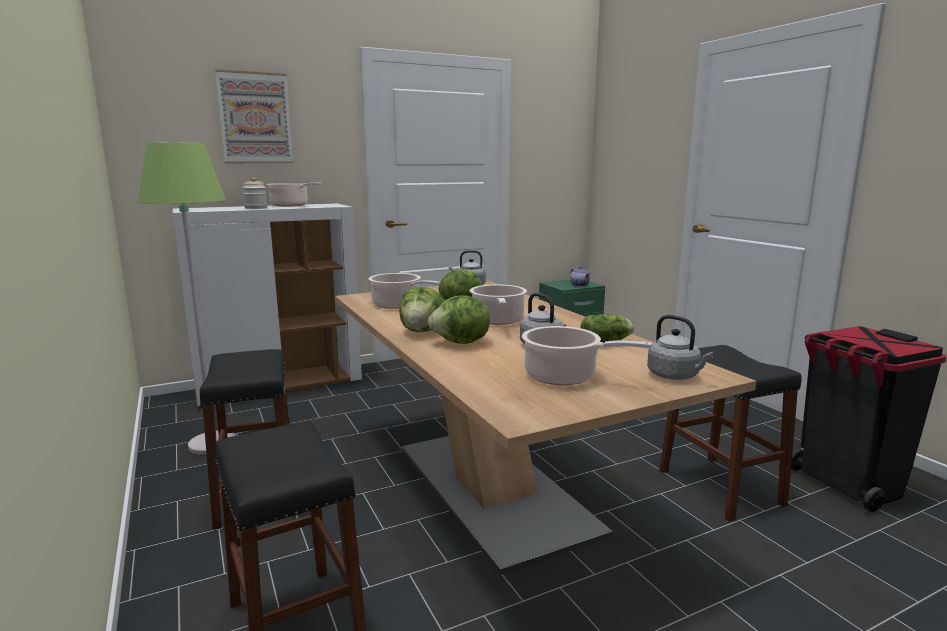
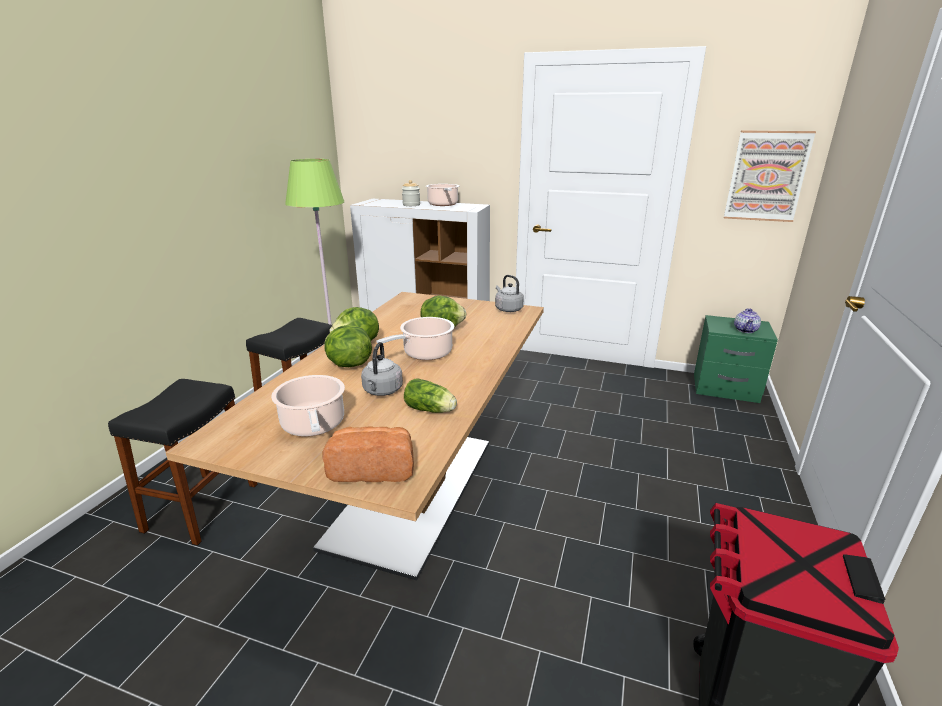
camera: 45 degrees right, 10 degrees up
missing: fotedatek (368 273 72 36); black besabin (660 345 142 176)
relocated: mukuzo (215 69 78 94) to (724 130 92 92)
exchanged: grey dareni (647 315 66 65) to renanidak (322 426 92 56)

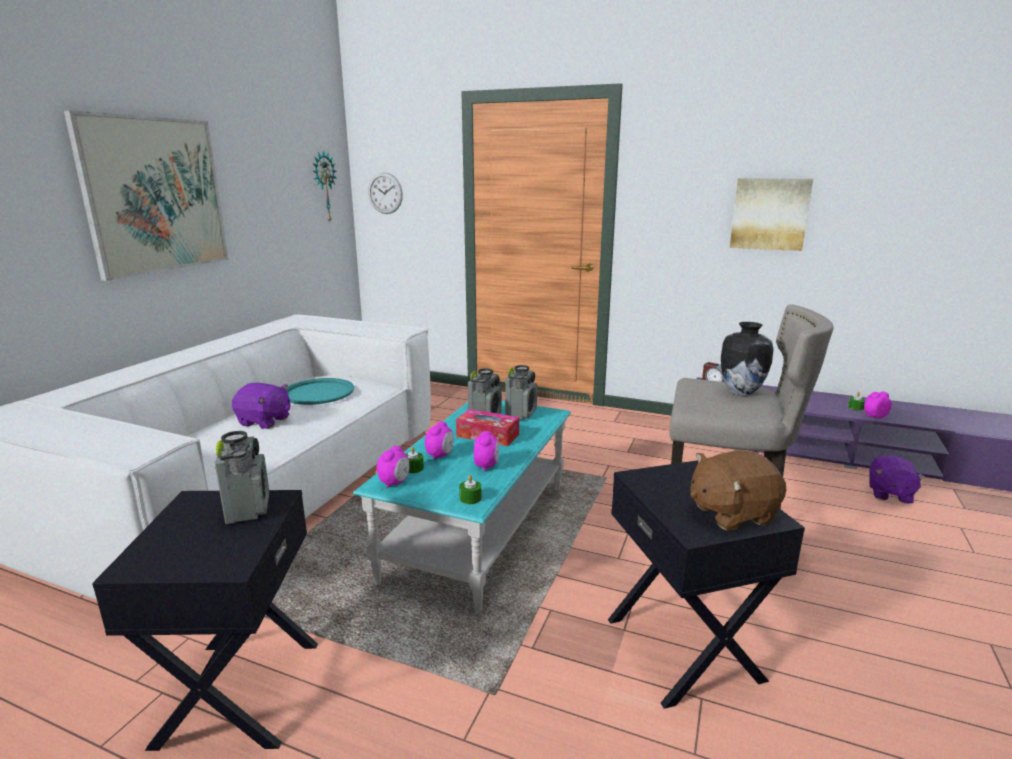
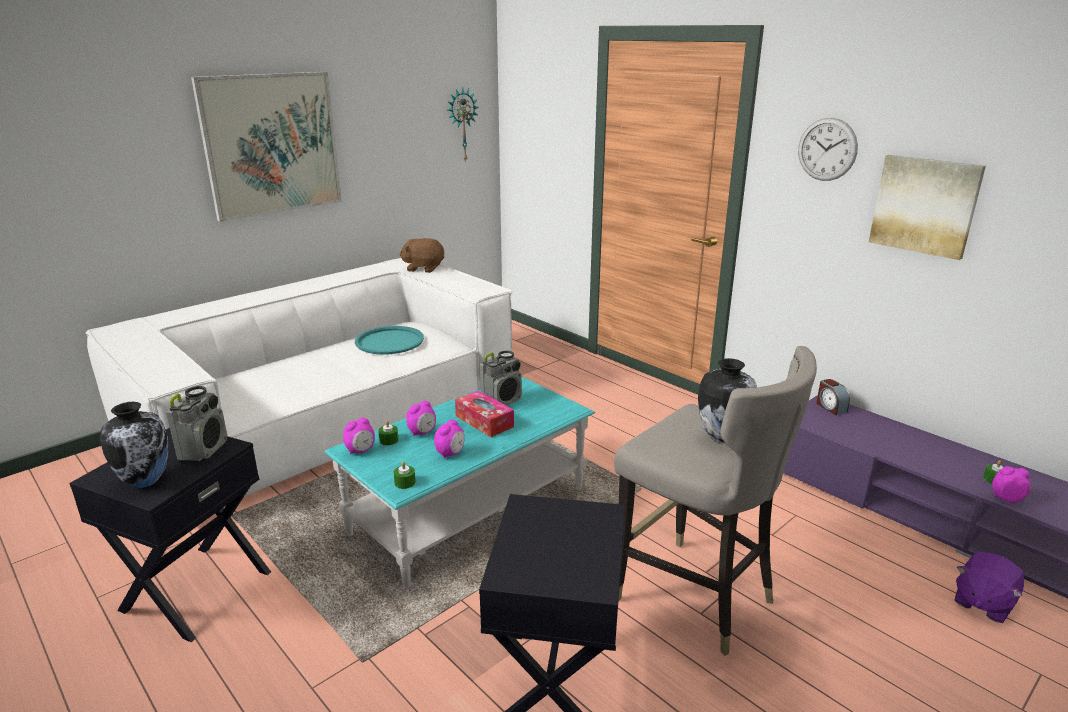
camera: 25 degrees right, 5 degrees up
missing: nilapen (505 365 32 55); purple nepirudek (232 383 59 46)
appeared: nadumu (100 402 68 86)
relocated: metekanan (368 172 35 42) to (798 117 60 64); brown nepirudek (690 451 96 80) to (399 238 45 35)

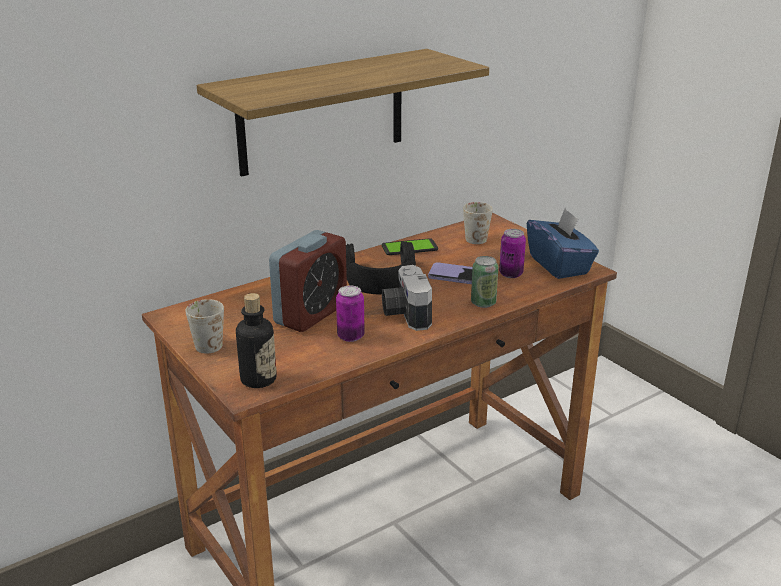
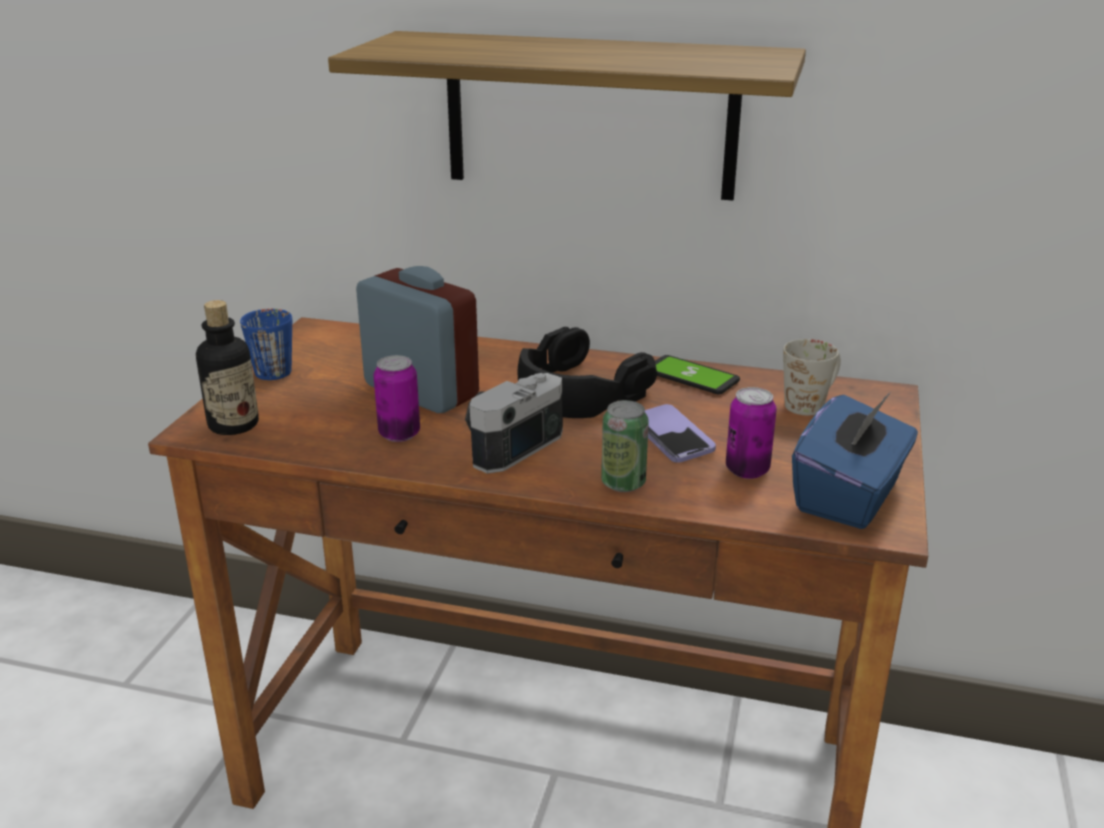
camera: 50 degrees right, 0 degrees up
colour: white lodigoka (185 299 39 55) to blue lodigoka (240 309 52 71)
spun: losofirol (269 230 78 102) = (356 266 123 147) 135 degrees counterclockwise

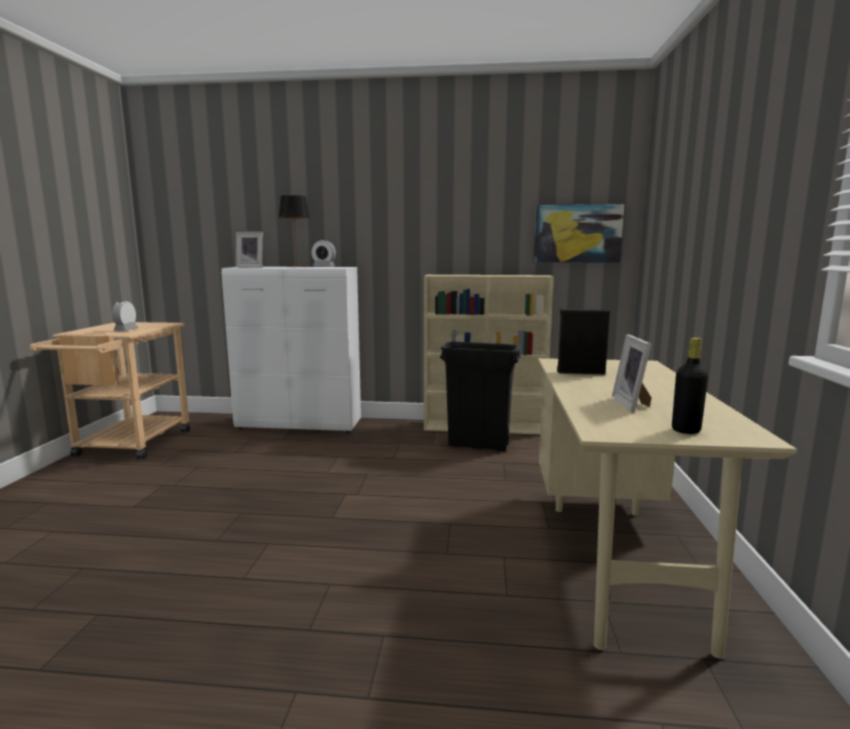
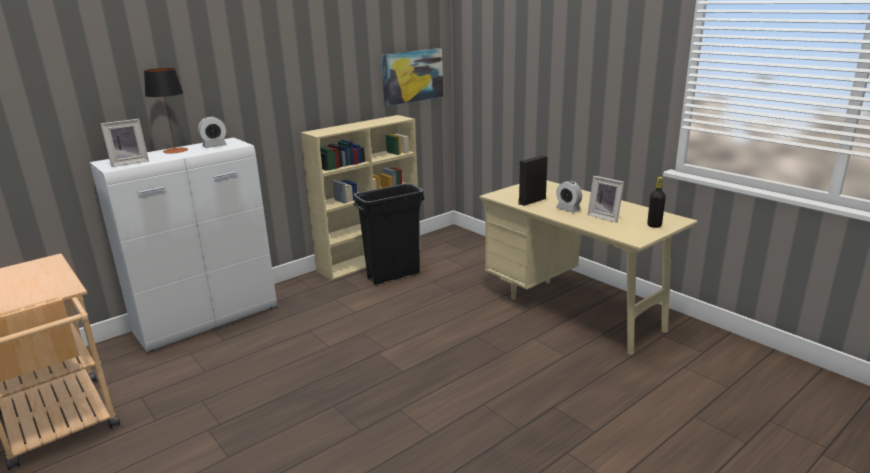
camera: 45 degrees left, 10 degrees up
relocated: losofirol (112 301 26 30) to (556 181 26 32)

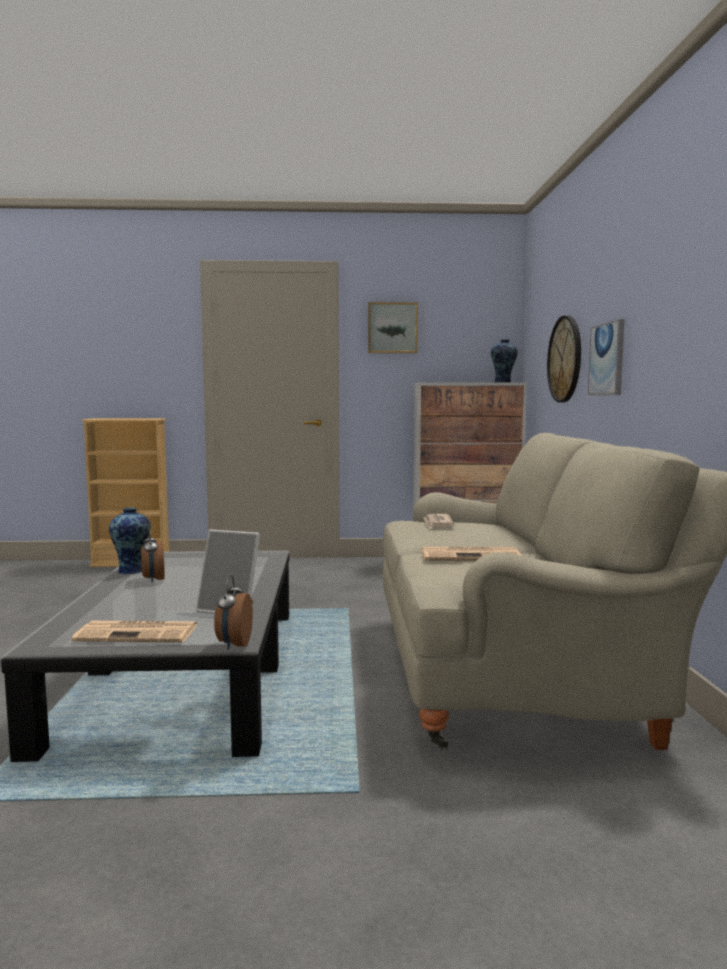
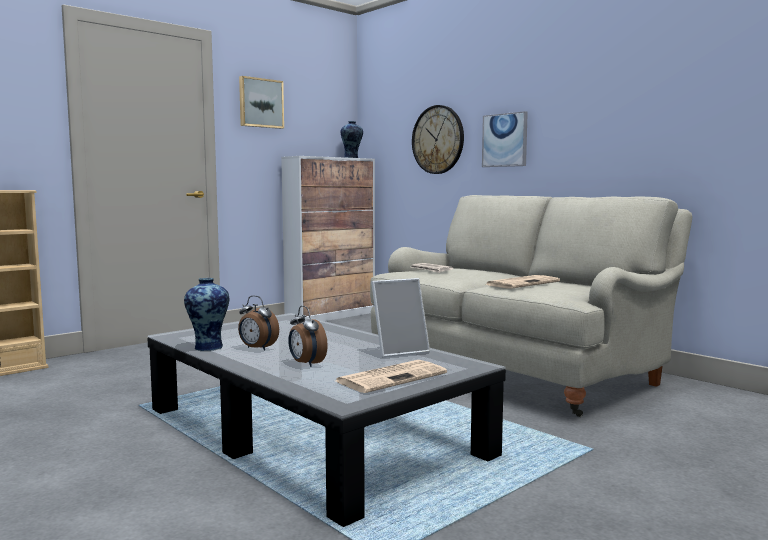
camera: 40 degrees left, 0 degrees up
relocated: losofirol (214 575 39 75) to (288 306 40 61)

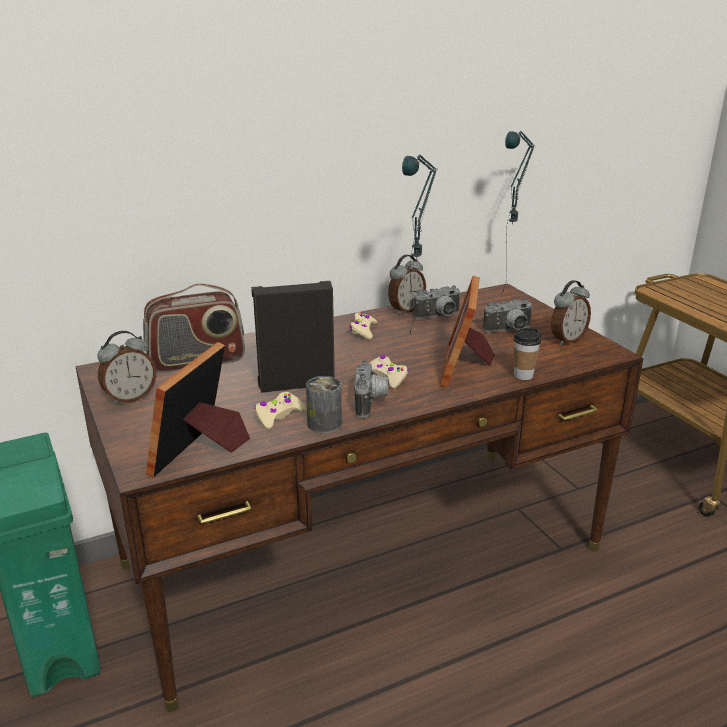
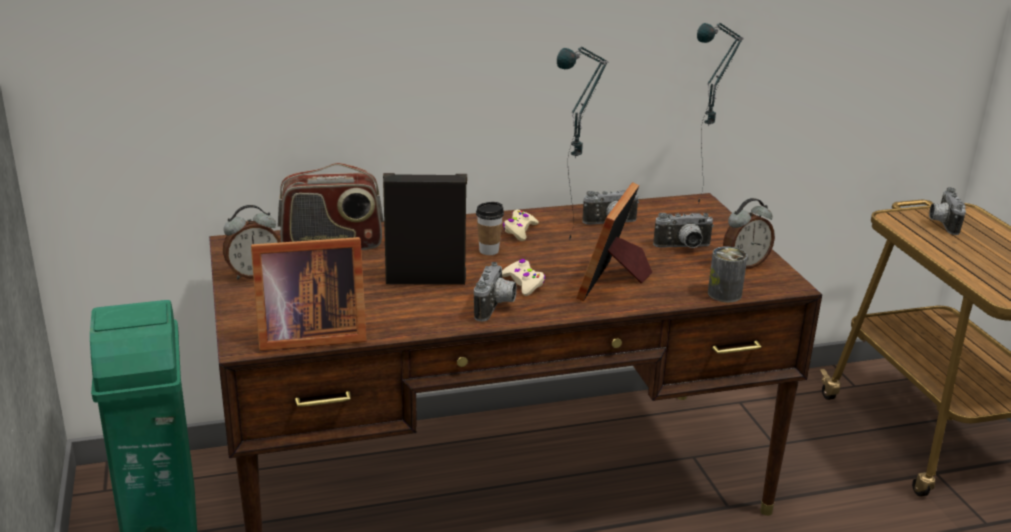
camera: 10 degrees right, 0 degrees up
missing: losofirol (388 255 38 60); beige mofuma (254 392 53 37)
appeared: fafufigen (929 187 37 48)
relocated: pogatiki (513 328 28 52) to (476 202 28 53); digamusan (306 376 36 58) to (708 247 39 55)
spun: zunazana (146 342 104 136) = (251 237 116 114) 135 degrees counterclockwise

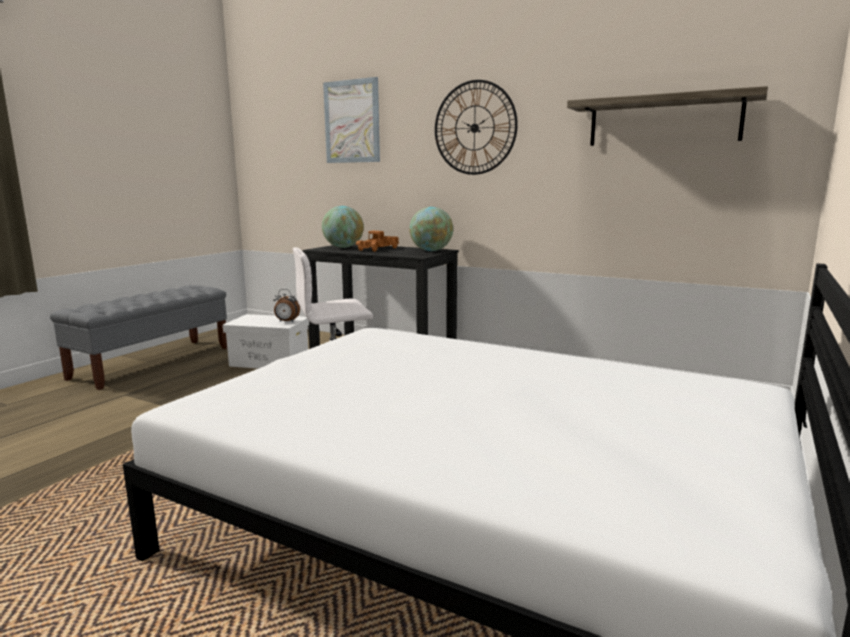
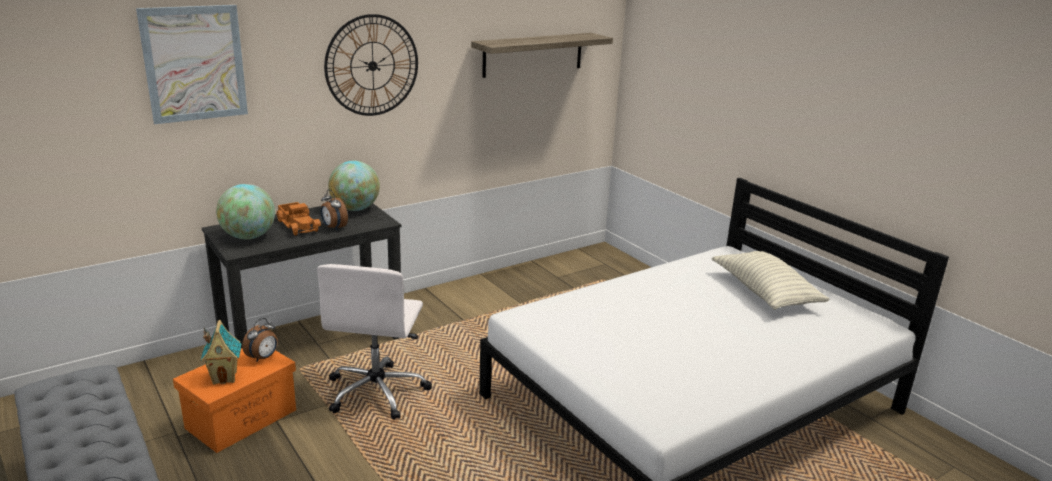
camera: 65 degrees left, 10 degrees up
appeared: losofirol (321 189 27 42); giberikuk (712 251 118 59); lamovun (201 320 41 65)
colour: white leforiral (223 314 86 55) to orange leforiral (173 348 123 105)

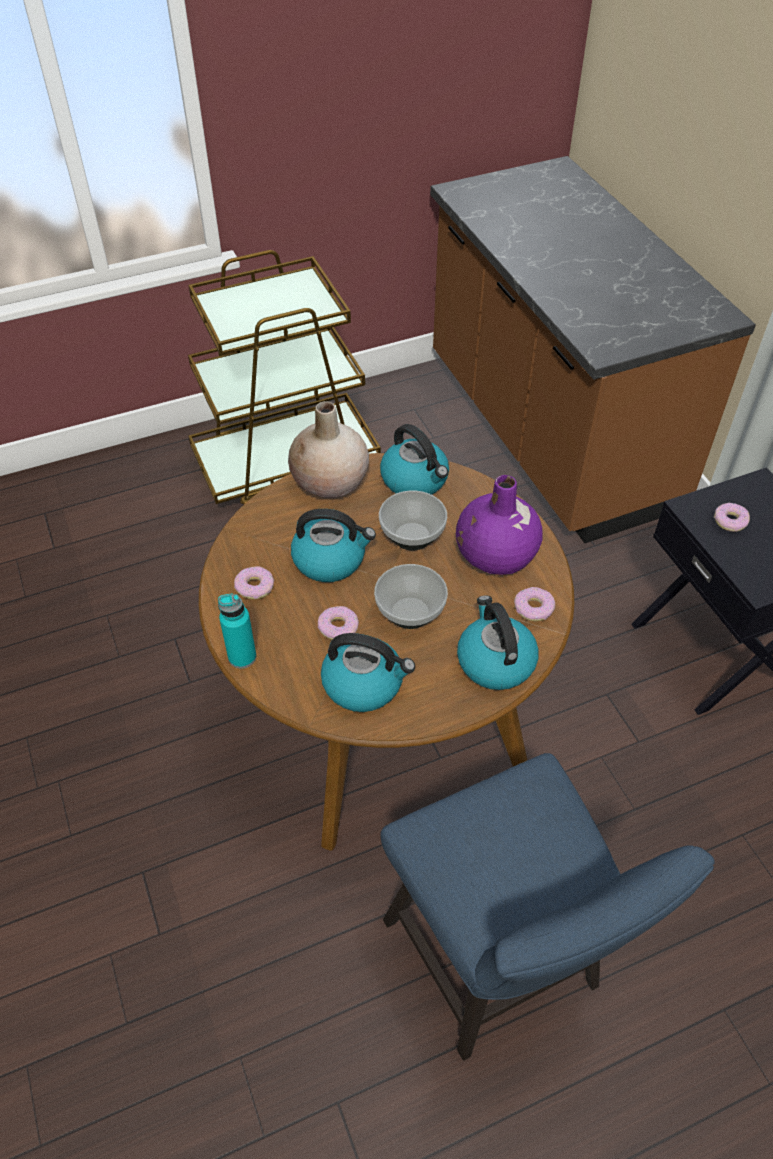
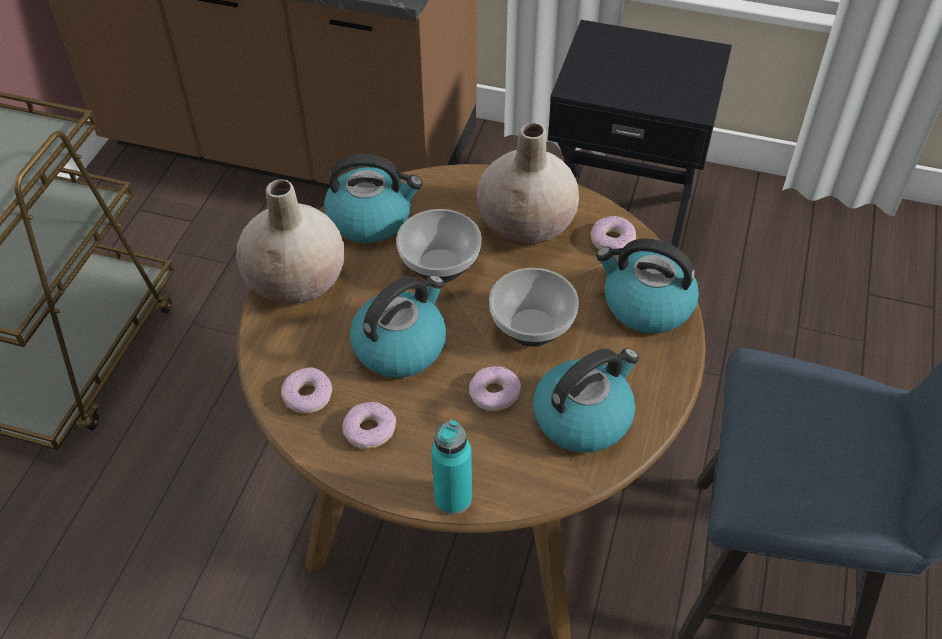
camera: 50 degrees left, 0 degrees up
relocated: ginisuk (714 503 36 29) to (281 367 51 47)
colour: purple nadumu (456 475 87 100) to beige nadumu (477 123 102 122)

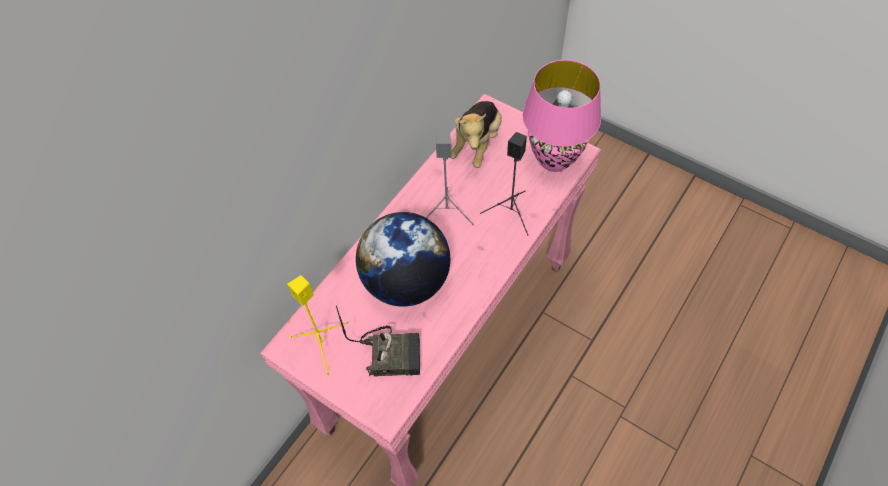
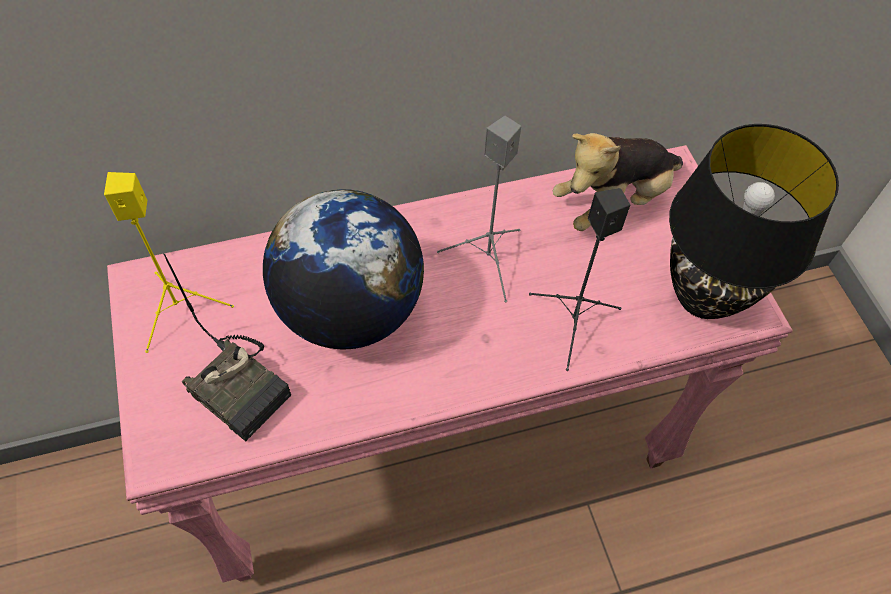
camera: 35 degrees right, 0 degrees up
colour: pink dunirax (522 60 79 112) to black dunirax (669 124 170 195)

